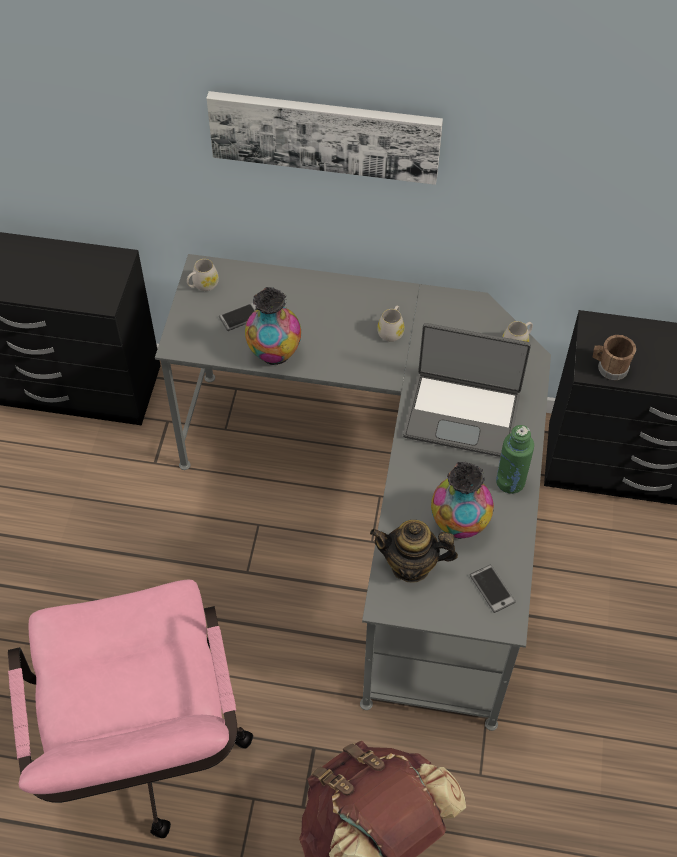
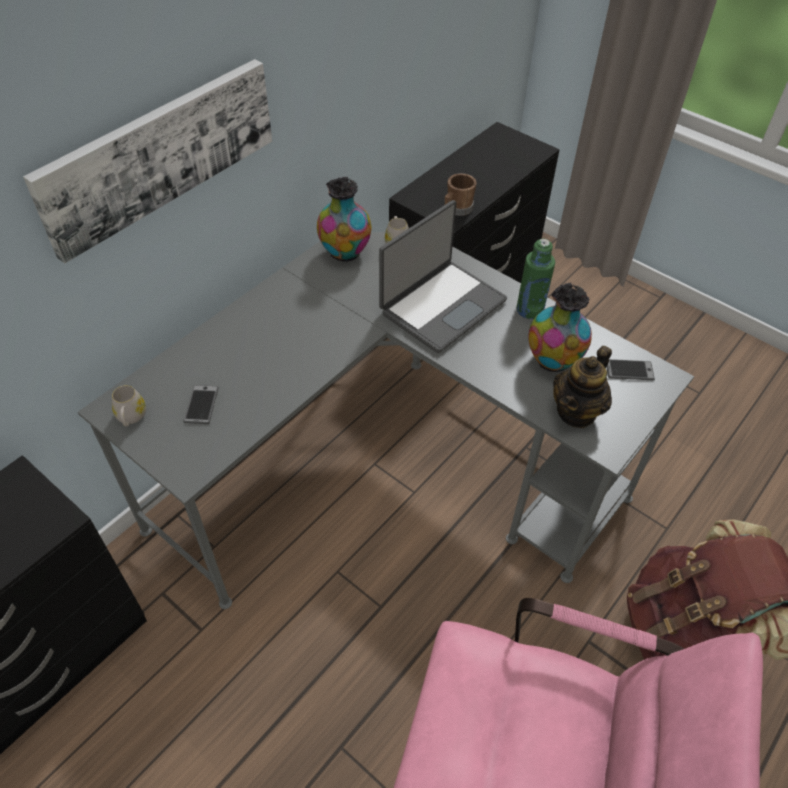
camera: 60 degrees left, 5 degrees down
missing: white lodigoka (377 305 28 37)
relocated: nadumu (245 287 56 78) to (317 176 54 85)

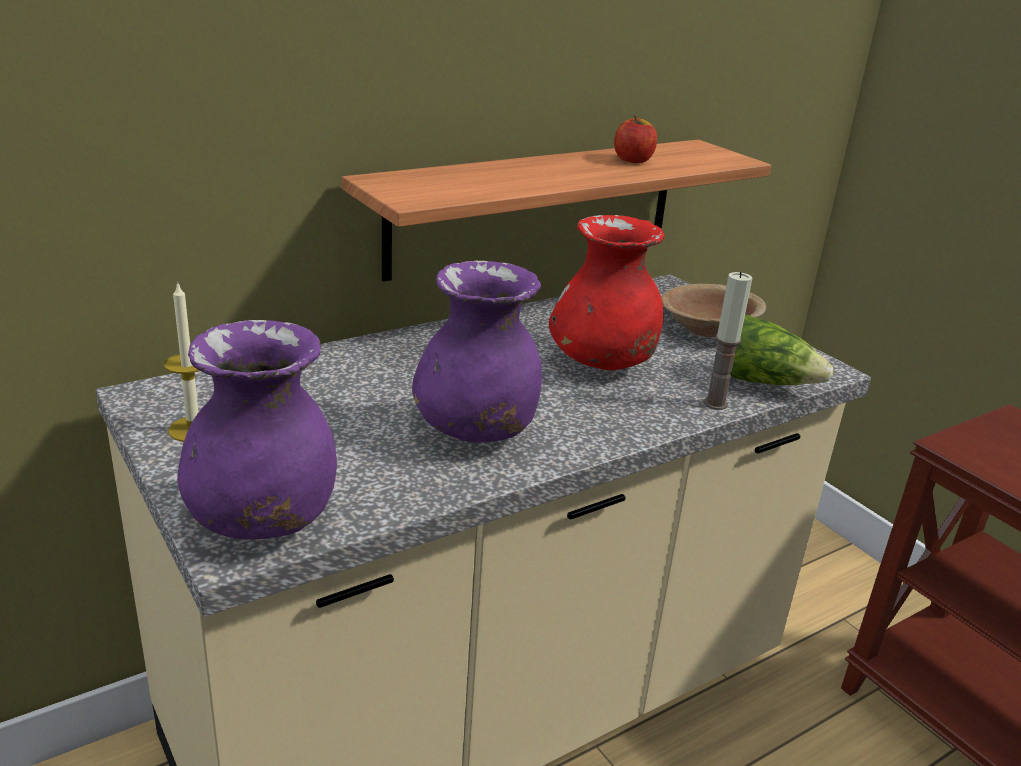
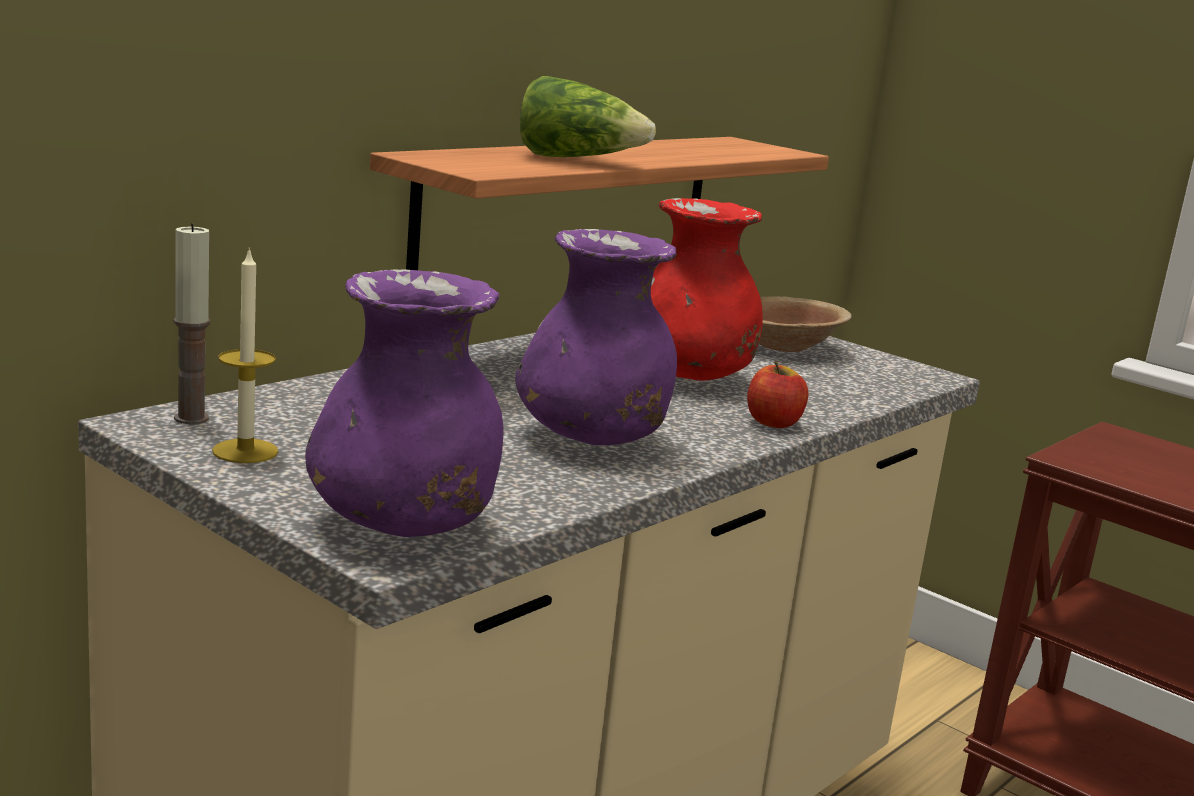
camera: 15 degrees left, 10 degrees down
relocated: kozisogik (614 115 43 48) to (747 361 62 67); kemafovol (704 272 48 138) to (174 223 36 201); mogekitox (730 314 103 71) to (520 76 136 81)

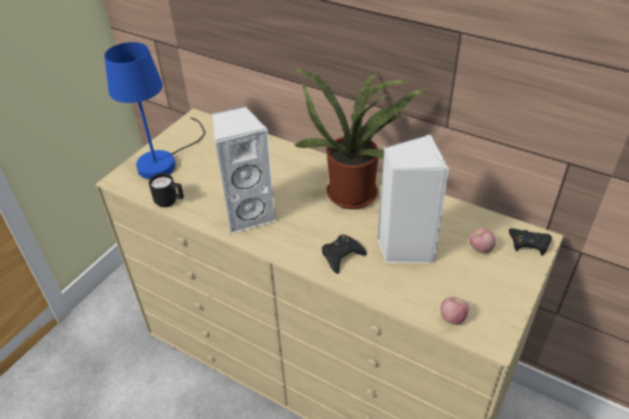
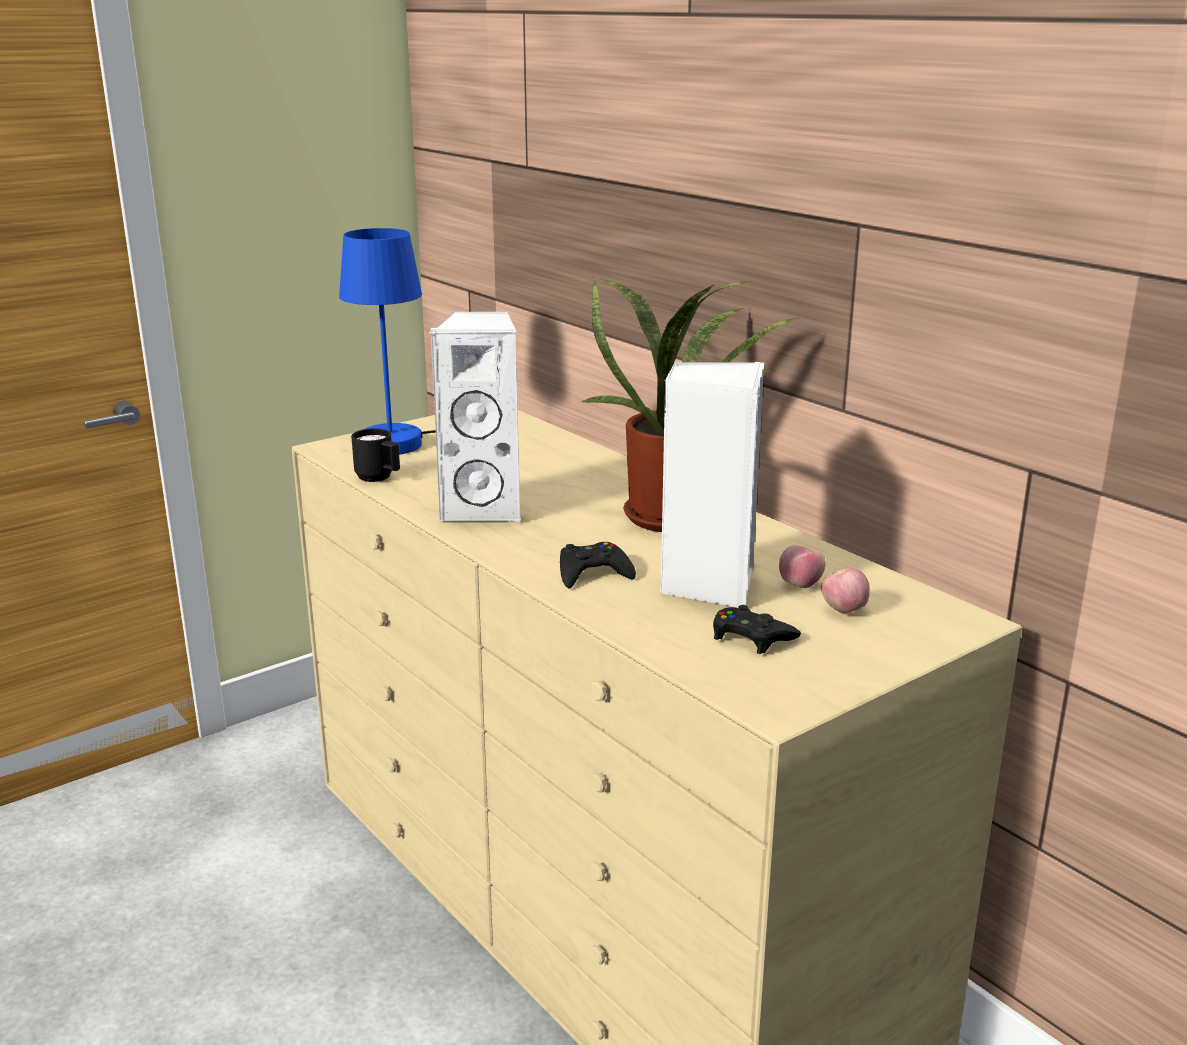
camera: 20 degrees right, 20 degrees down
relocated: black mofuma (509 228 43 28) to (713 605 88 49); kozisogik (440 297 29 28) to (779 545 47 43)

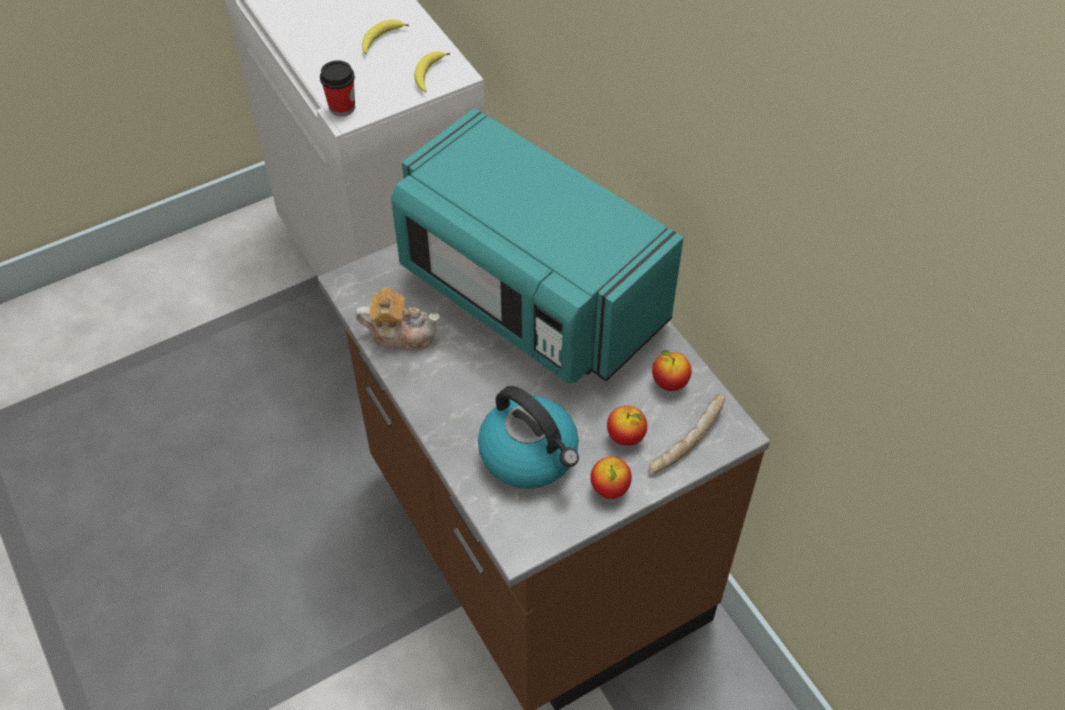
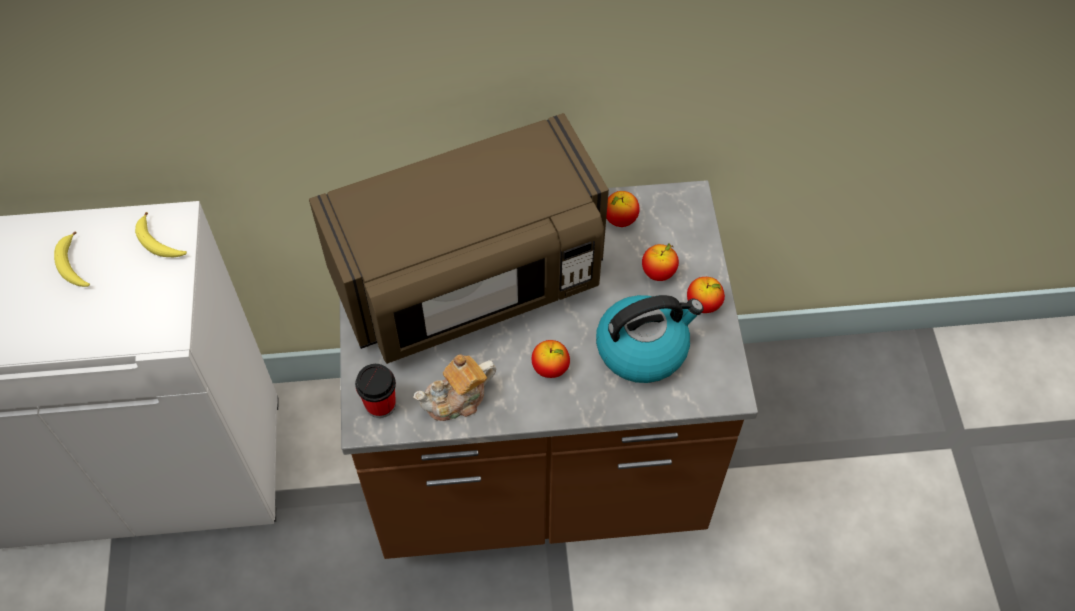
camera: 65 degrees left, 5 degrees up
missing: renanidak (649 394 76 80)
appeared: kozisogik (532 340 38 38)
relocated: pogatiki (320 60 35 56) to (355 364 41 54)
colour: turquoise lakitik (391 108 293 275) to brown lakitik (309 113 300 251)
spun: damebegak (355 287 85 63) = (414 354 82 67) 150 degrees counterclockwise

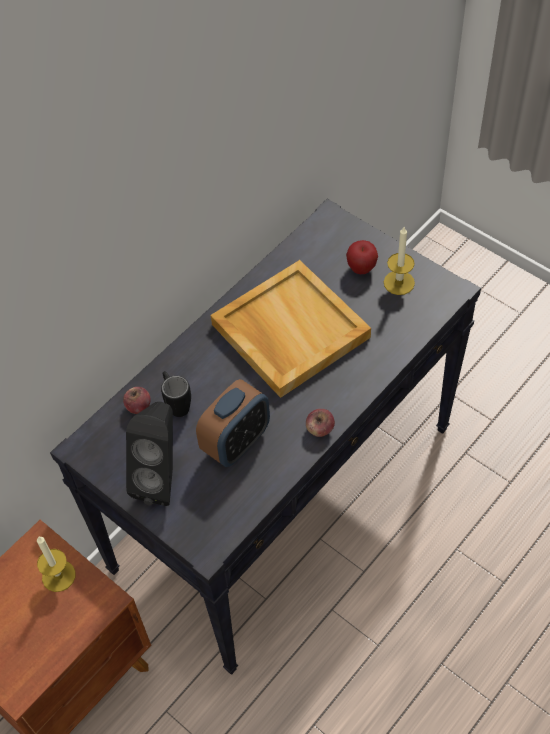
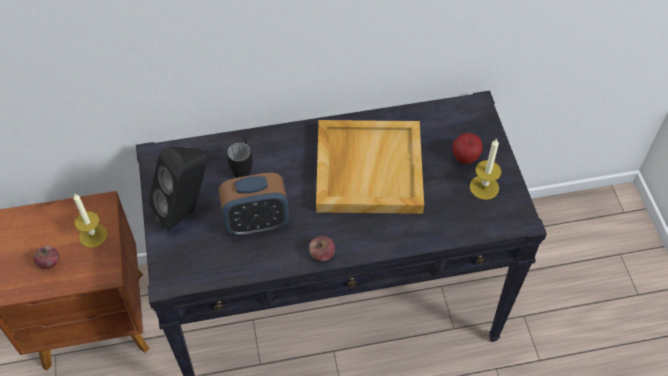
camera: 35 degrees right, 0 degrees up
relocated: kozisogik (123 387 28 27) to (34 246 25 23)

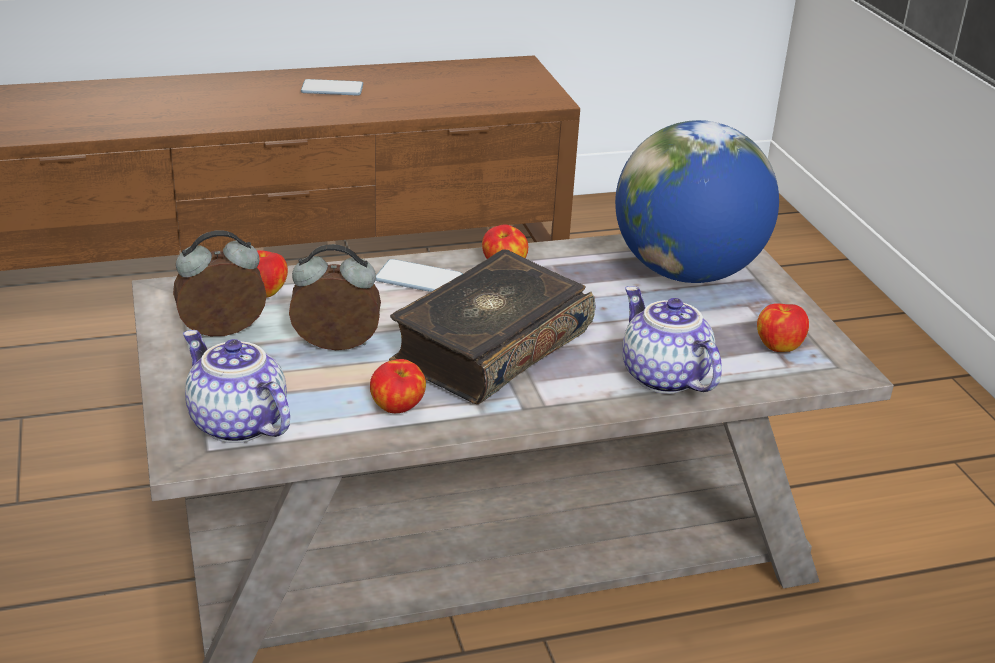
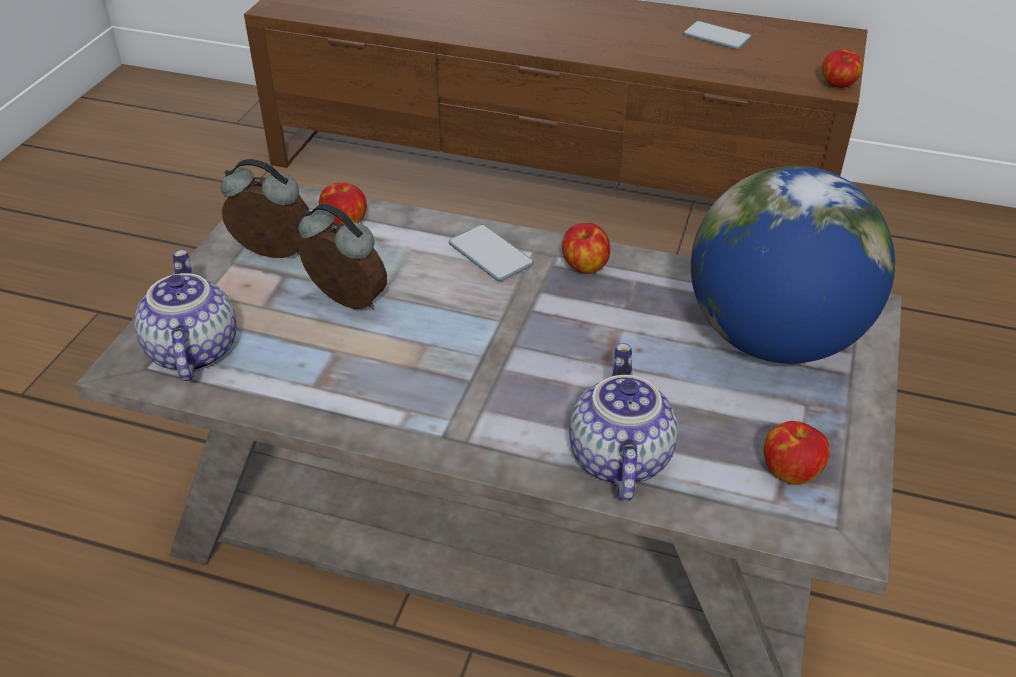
camera: 35 degrees right, 10 degrees up
missing: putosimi (389 249 207 155)
relocated: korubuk (301 79 62 17) to (683 21 69 28); kozisogik (370 359 56 54) to (822 49 41 39)

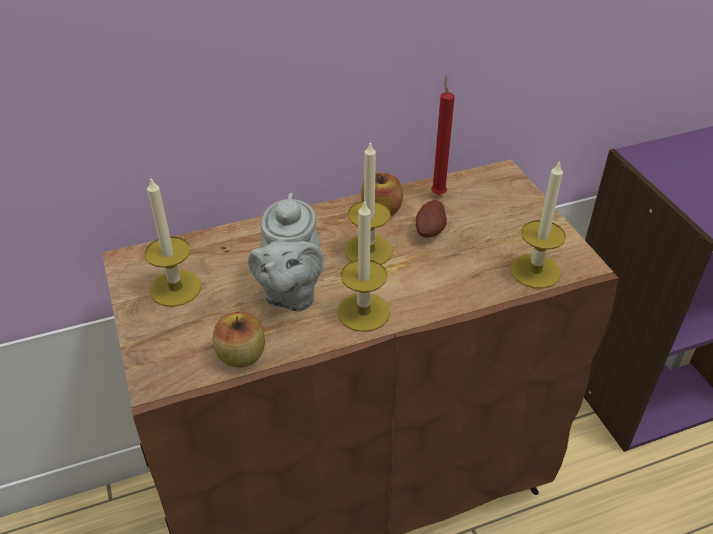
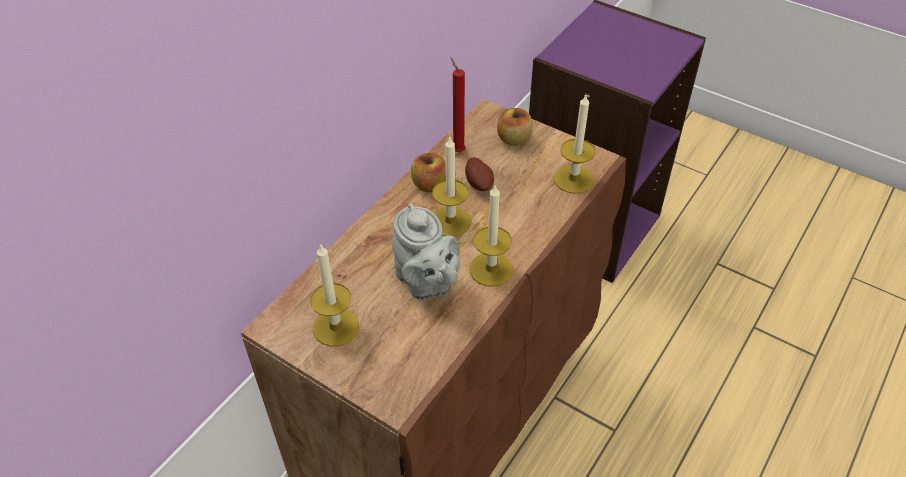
camera: 35 degrees left, 5 degrees up
relocated: kozisogik (213 312 52 56) to (497 108 36 38)

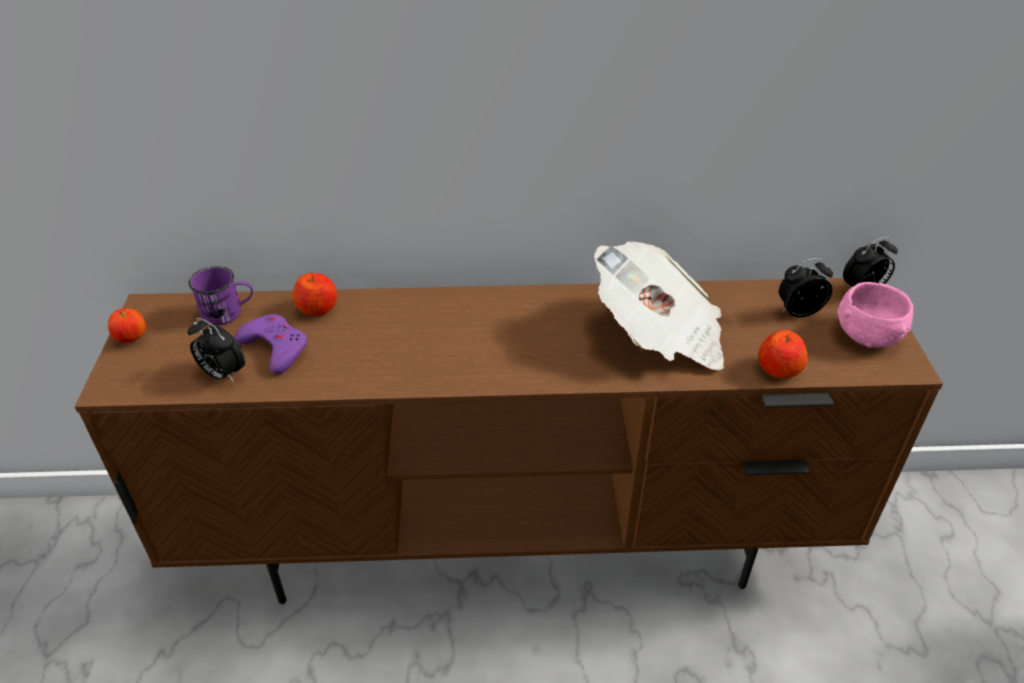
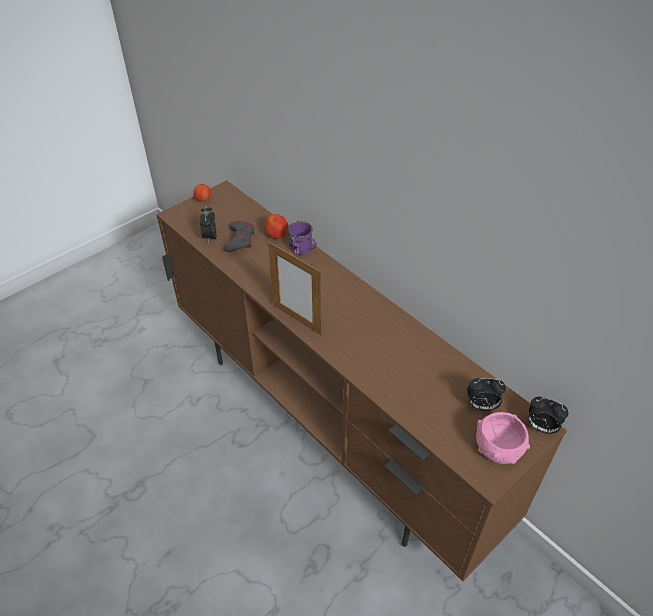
camera: 50 degrees right, 5 degrees up
missing: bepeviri (594 241 130 129); kozisogik (759 330 49 49)
appeared: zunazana (268 241 54 94)
relocated: purple lodigoka (189 266 64 59) to (288 221 29 34)
colour: purple mofuma (234 314 73 60) to grey mofuma (224 221 30 31)
spun: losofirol (779 258 54 60) = (467 378 39 33) 150 degrees clockwise

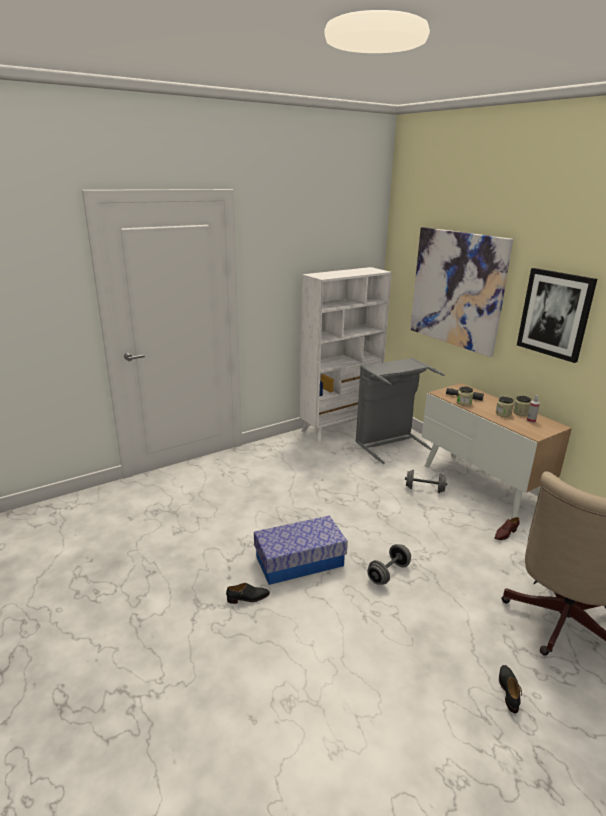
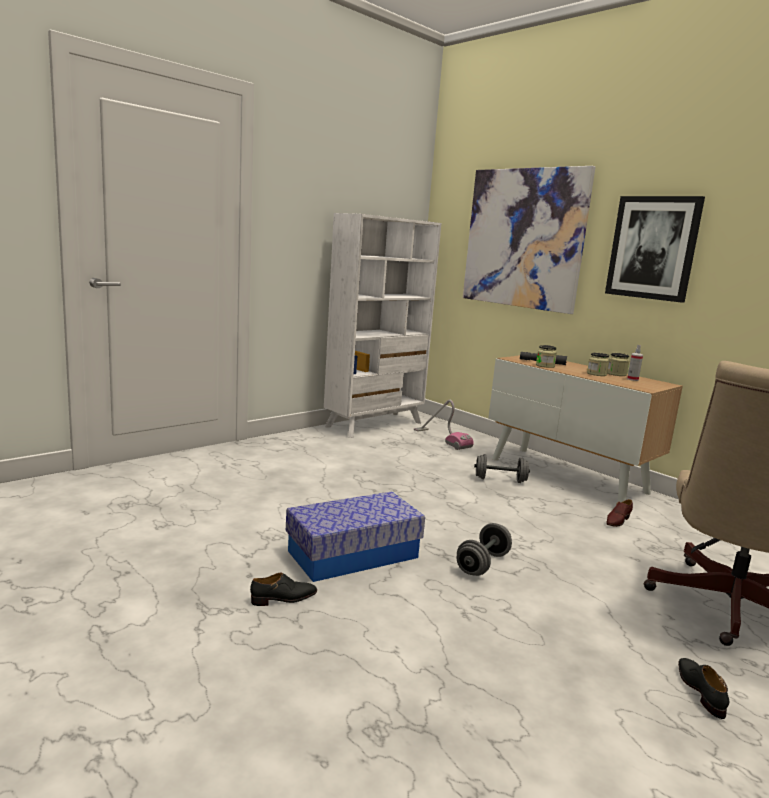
camera: 10 degrees left, 10 degrees down
exchanged: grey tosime (355 358 90 106) to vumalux (414 400 60 50)

